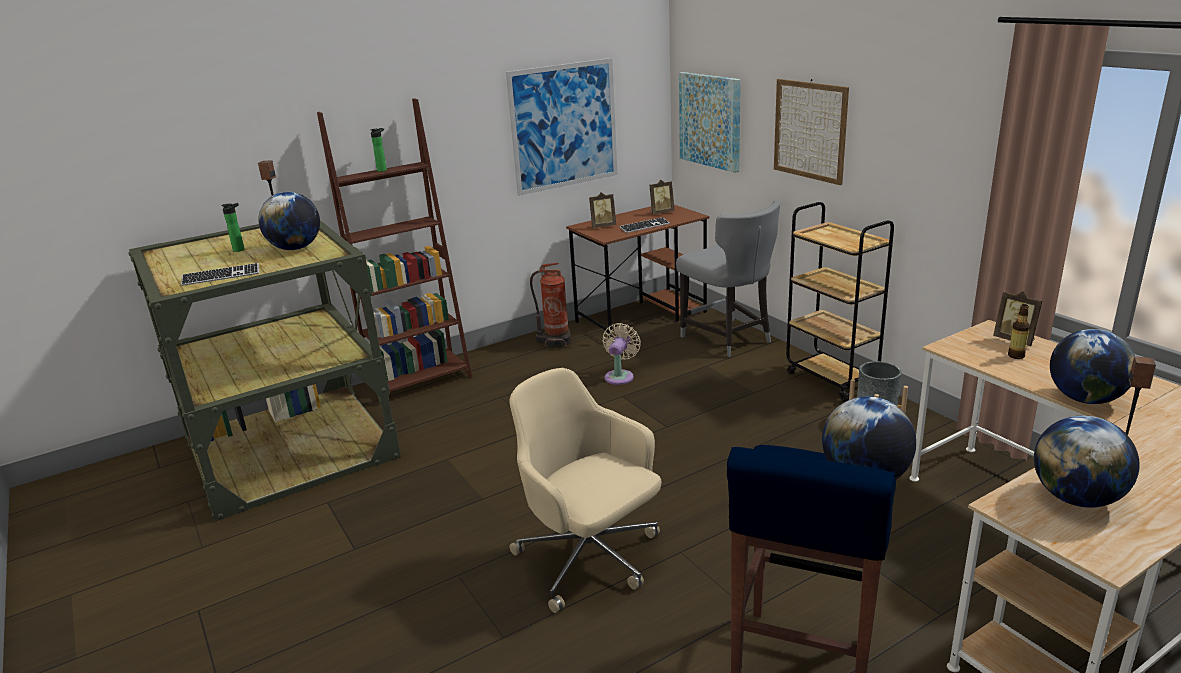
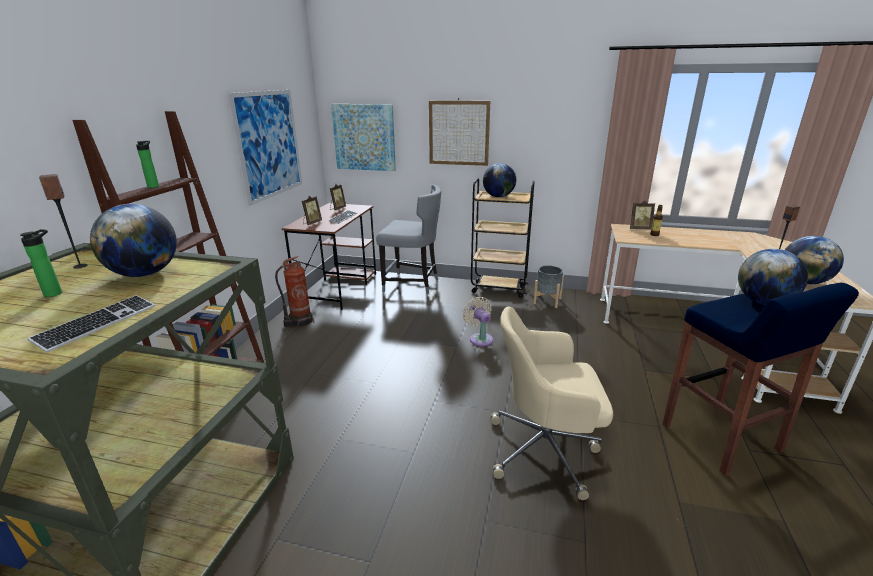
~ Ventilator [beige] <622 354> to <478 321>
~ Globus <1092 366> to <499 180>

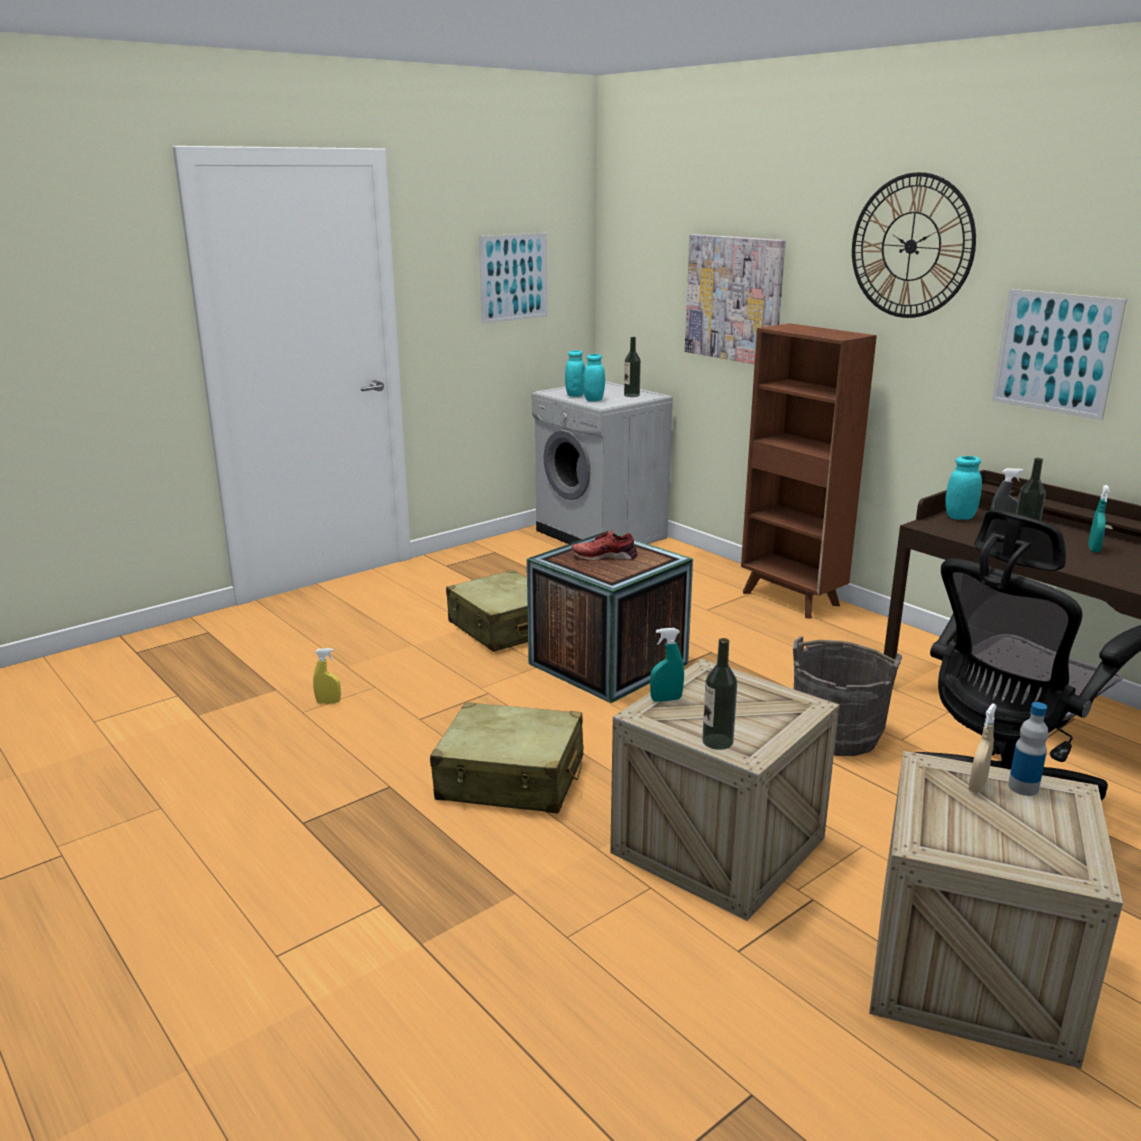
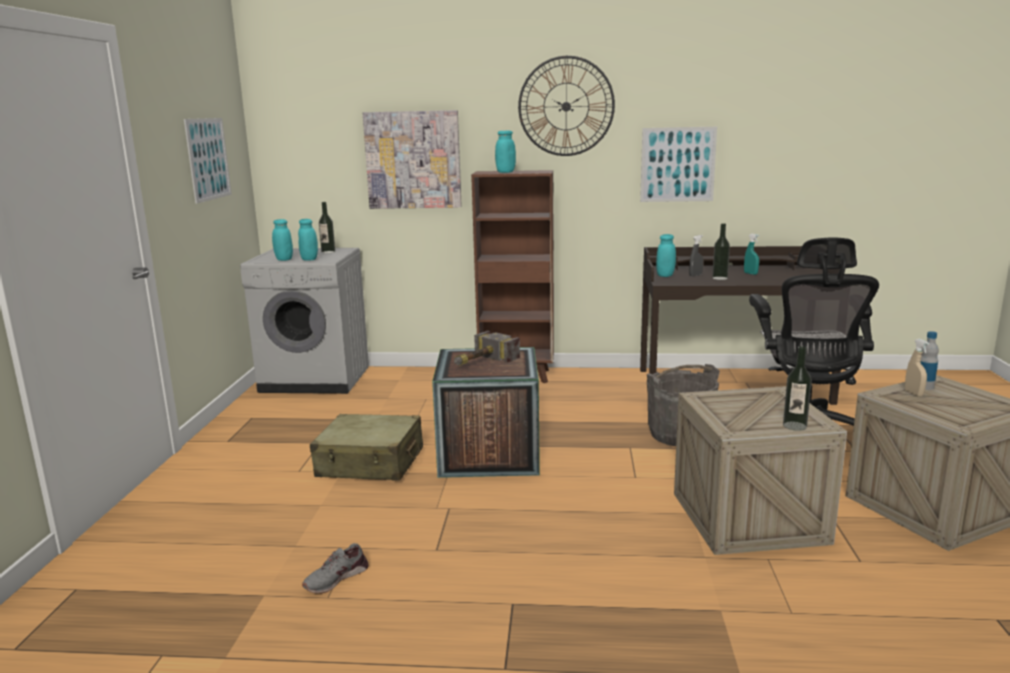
~ Sprühflasche [gelb] <327 676> to Schuh [grau] <335 568>
- Koffer [beige] <506 757>
~ Schuh [rot] <605 545> to Hammer <487 348>
- Sprühflasche [türkis] <667 665>
+ Vorratsglas [türkis] <505 152>

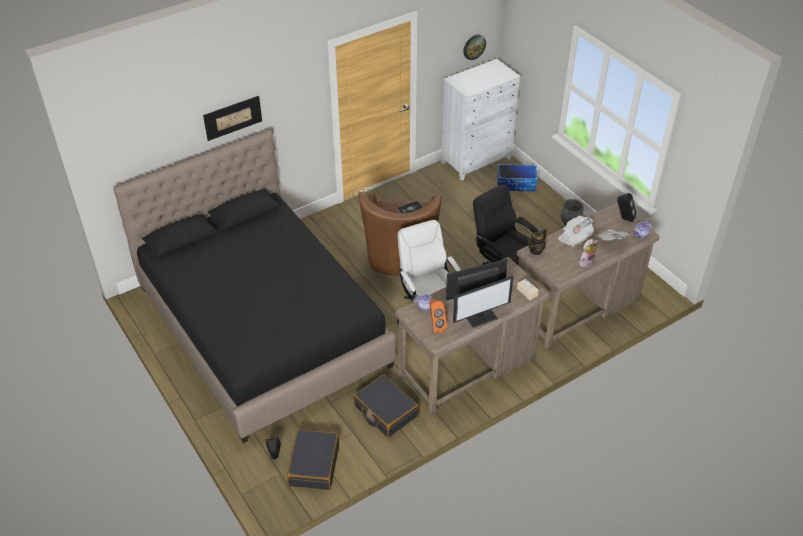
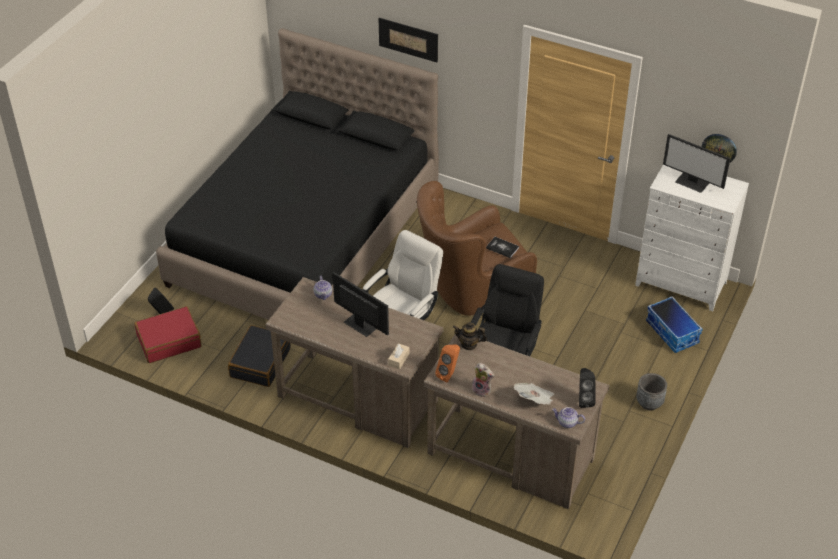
~ Koffer [schwarz] <313 459> to Koffer [rot] <167 334>
~ Lautsprecher [orange] <438 316> to <447 364>
~ Monitor <483 302> to <697 163>
- Zeitung <576 231>

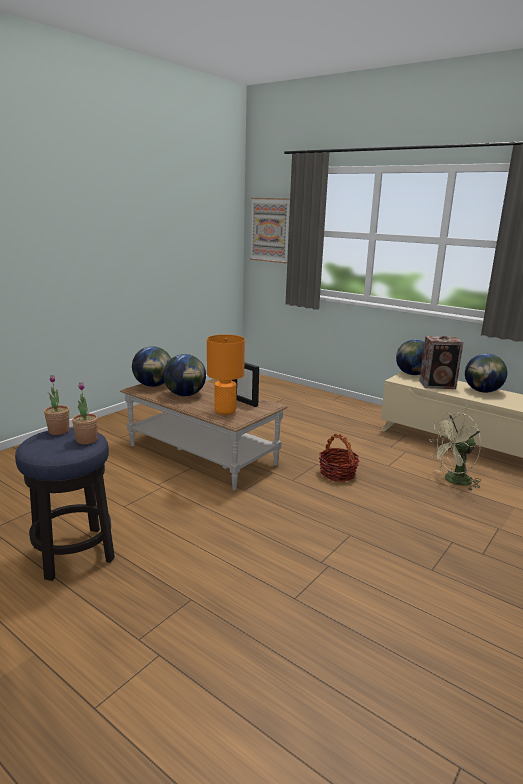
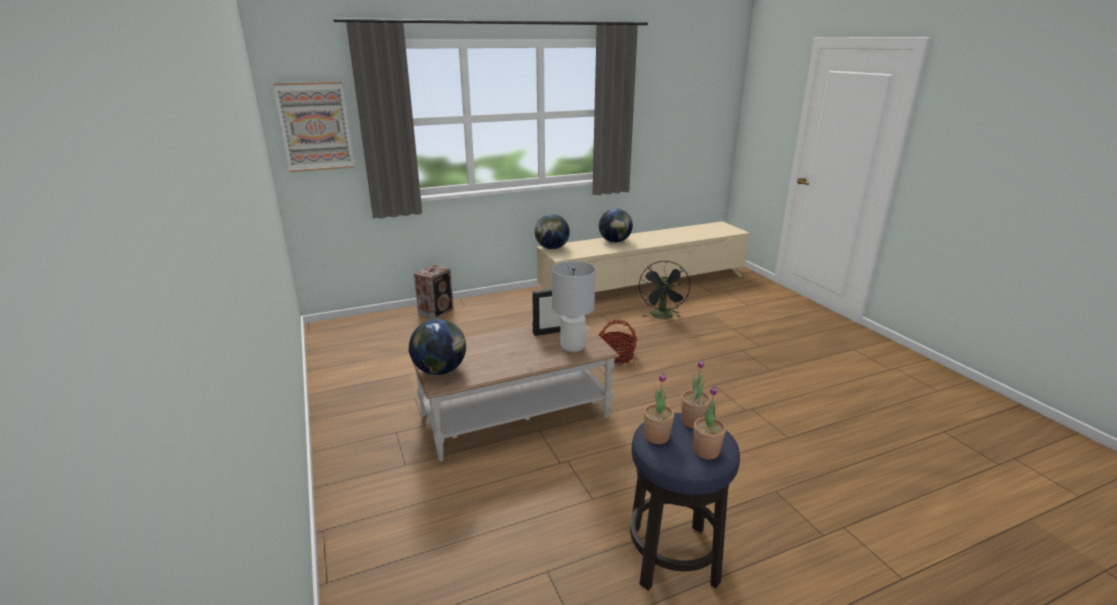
- Globus <184 375>
~ Tischlampe [orange] <226 375> to Tischlampe [grau] <574 306>
~ Lautsprecher <441 362> to <434 292>
~ Ventilator [beige] <455 452> to Ventilator [schwarz] <664 290>
+ Topfpflanze <710 422>

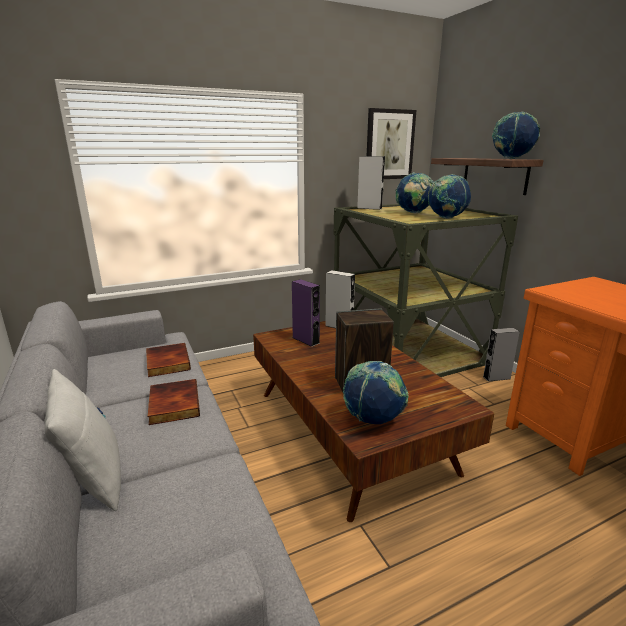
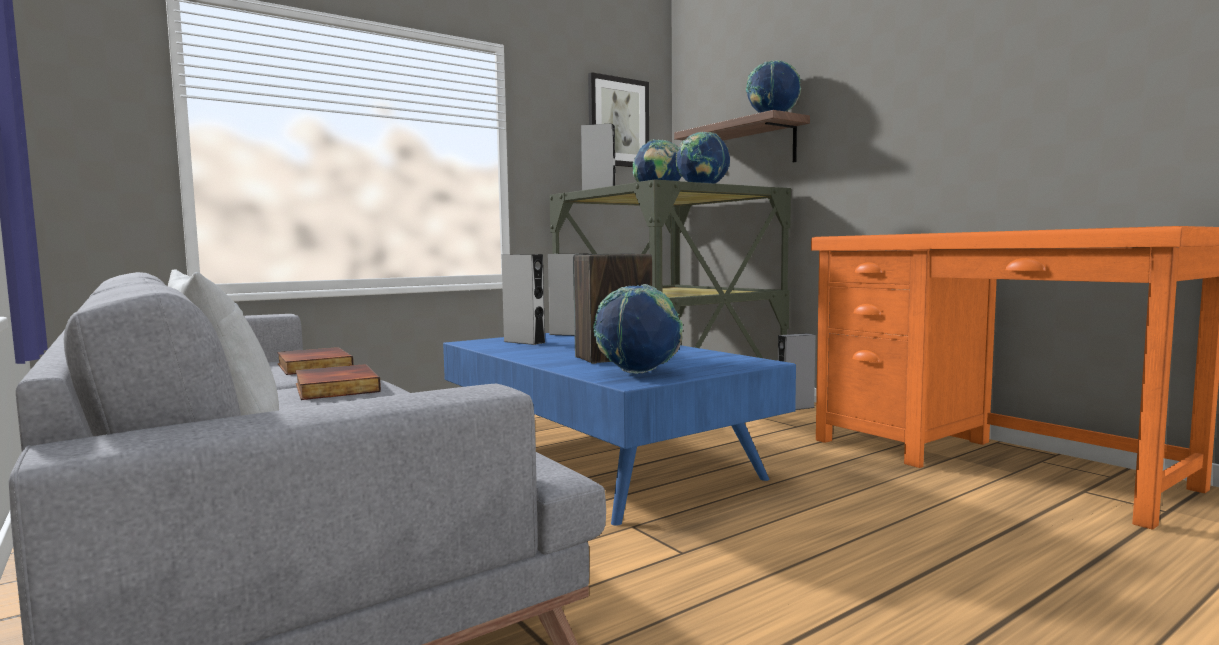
~ Couchtisch [braun] <373 421> to Couchtisch [blau] <619 429>
~ Lautsprecher [lila] <306 313> to Lautsprecher [grau] <523 299>

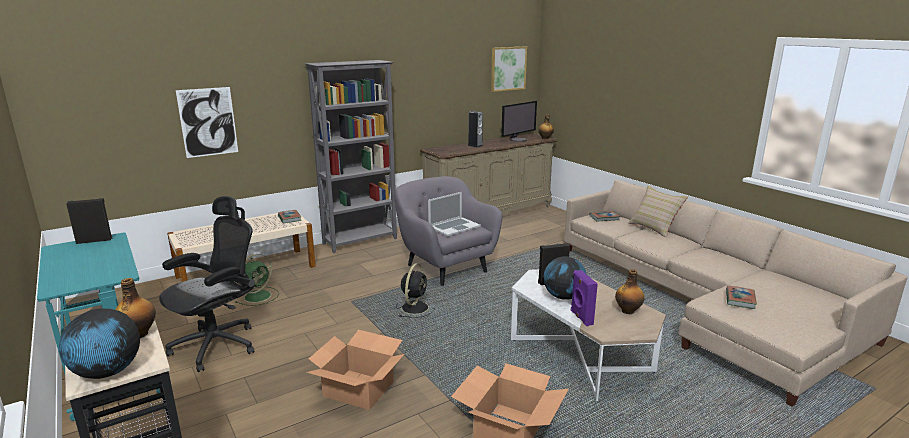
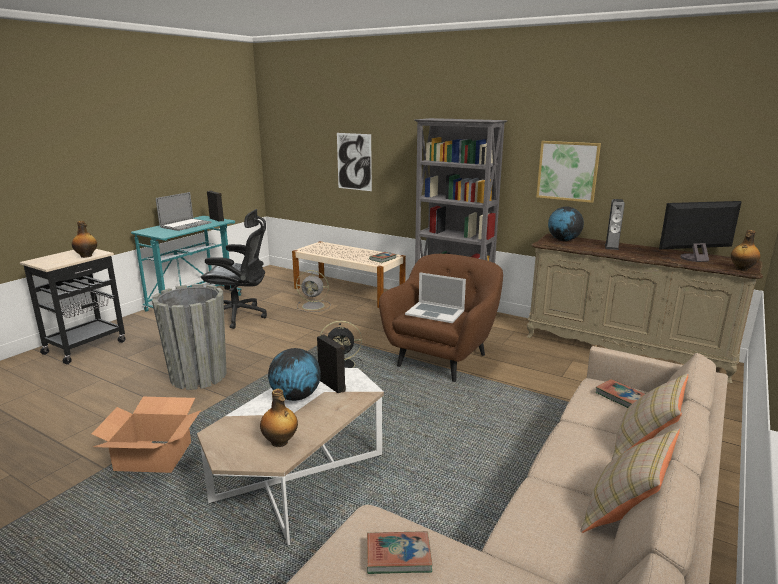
~ Globus <99 343> to <566 224>
~ Ventilator [grün] <257 280> to Ventilator [grau] <313 291>
~ Karton <355 370> to Pflanzkübel [grau] <189 337>
~ Sessel [grau] <448 231> to Sessel [braun] <441 318>
~ Bild <509 69> to <568 172>
~ Monitor <519 121> = <700 231> 150 degrees clockwise
- Lautsprecher [lila] <584 298>
+ Laptop <184 211>
+ Kissen [beige] <630 480>

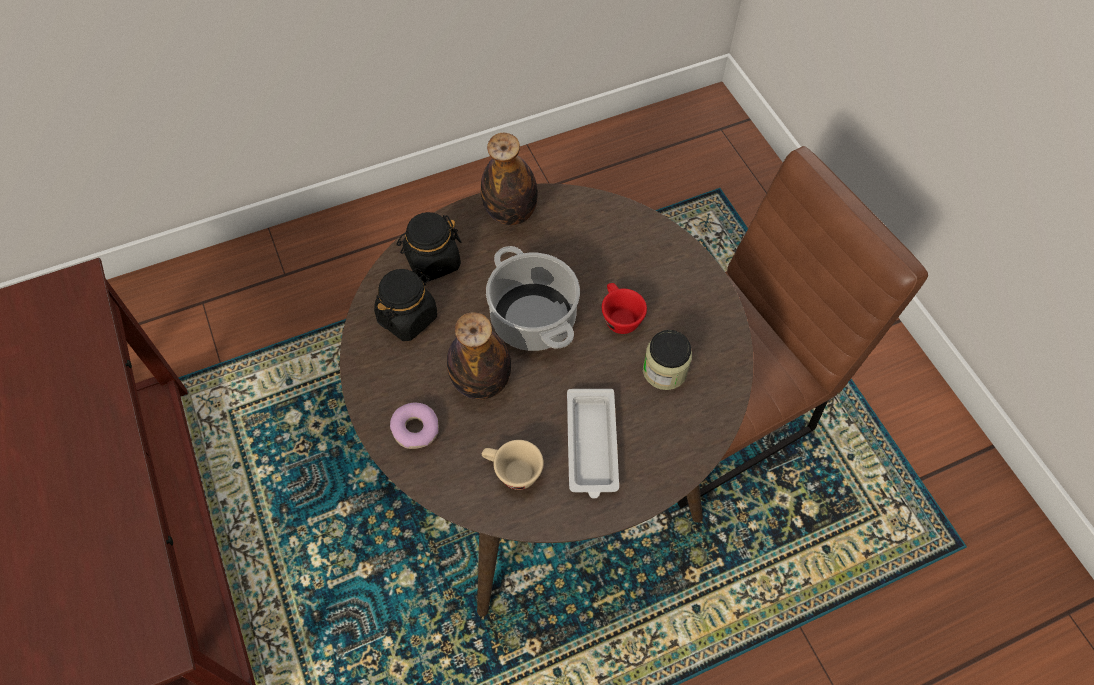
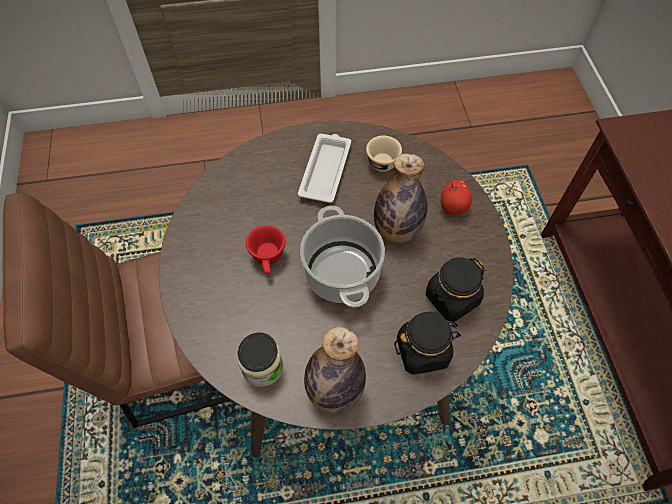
~ Donut <414 426> to Apfel <456 197>
~ Vorratsglas <667 360> to <260 359>

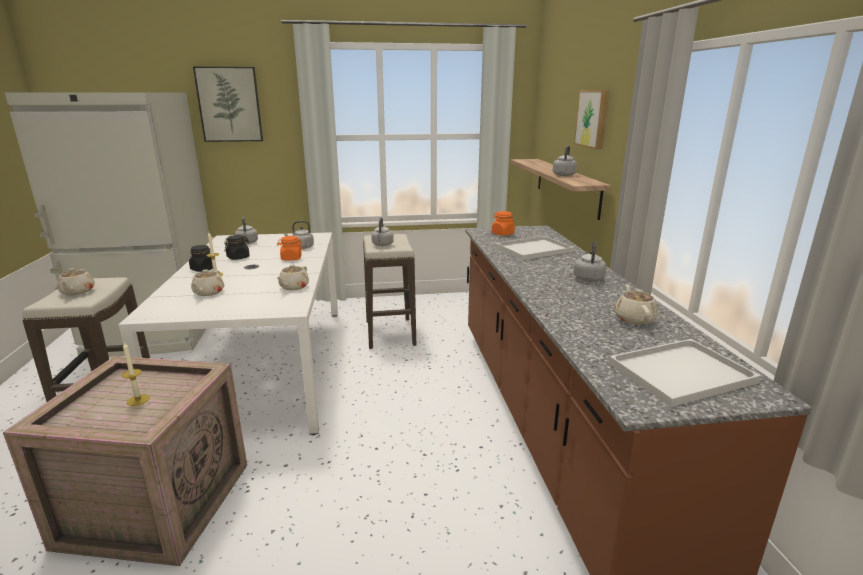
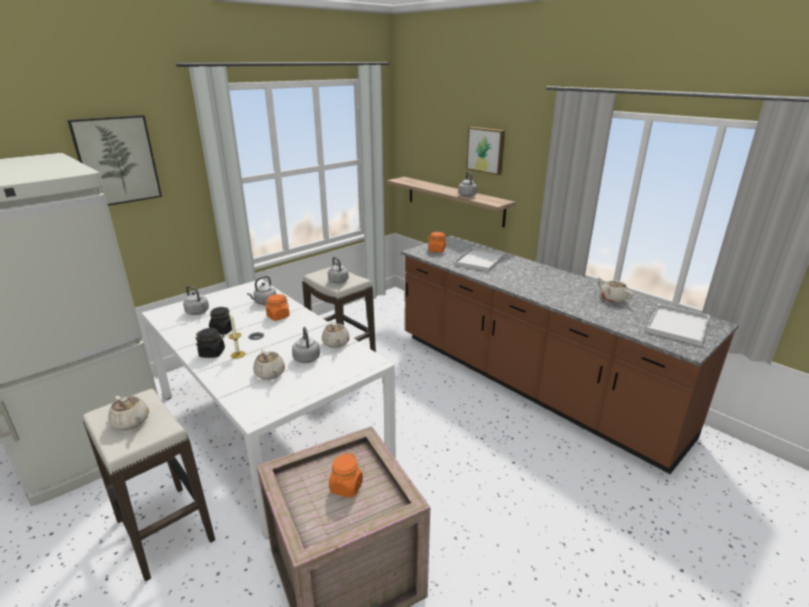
~ Kerze <136 374> to Vorratsglas [orange] <346 475>
~ Wasserkessel [grau] <590 261> to <306 345>

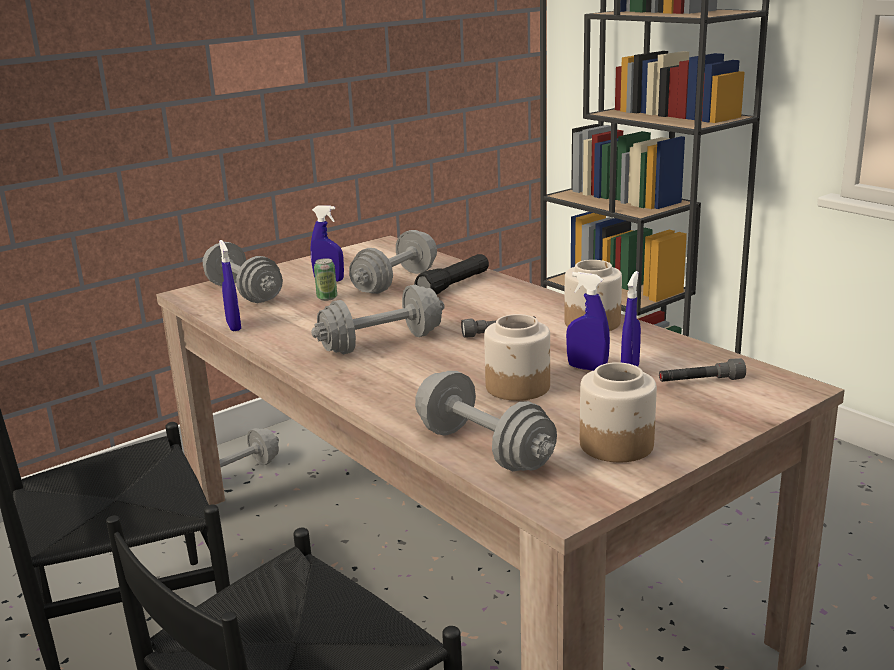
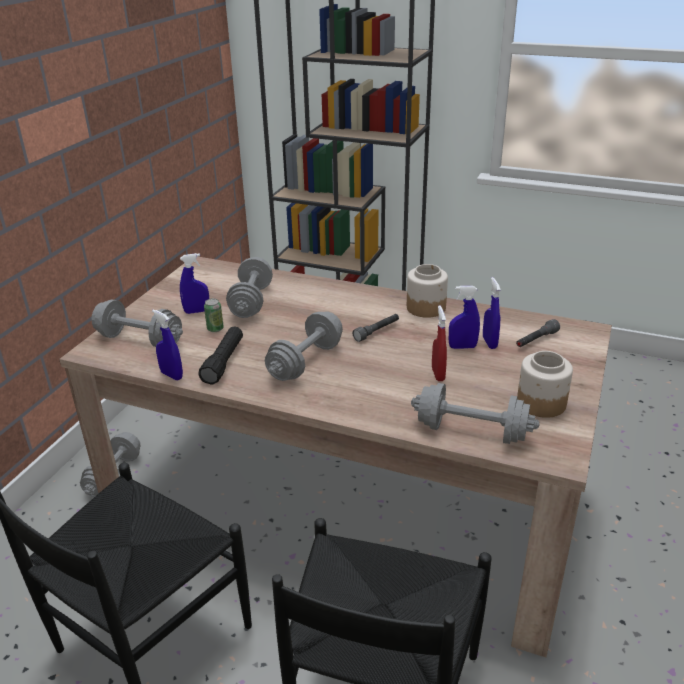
~ Taschenlampe [schwarz] <451 274> to <221 356>
~ Vorratsglas <517 357> to Sprühflasche [rot] <439 343>

